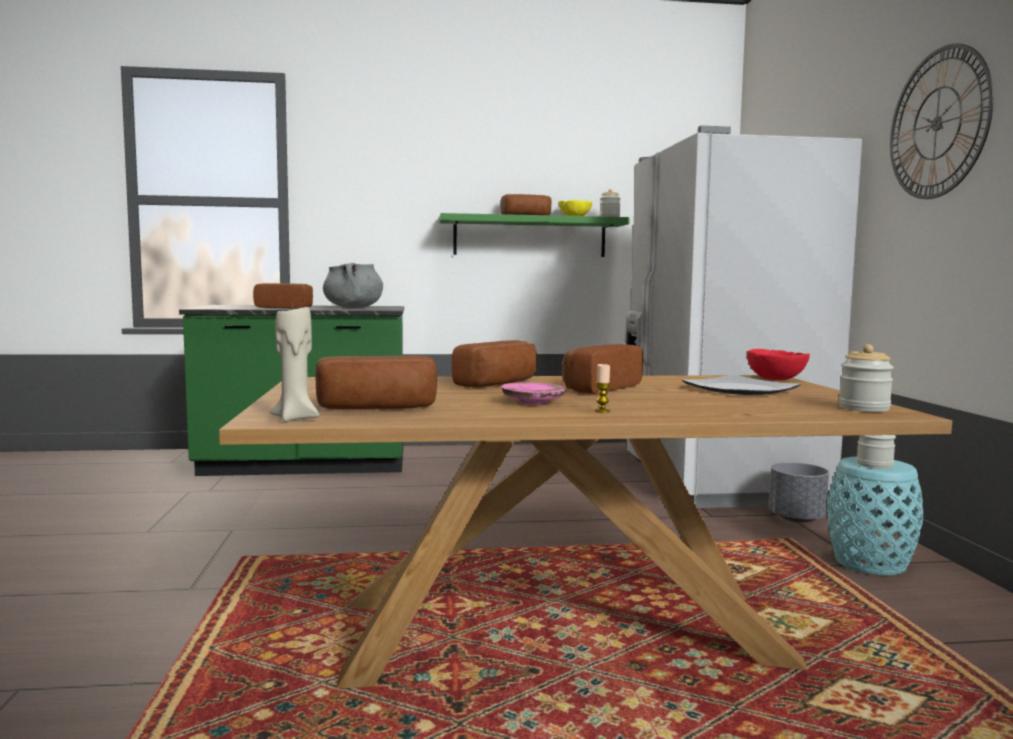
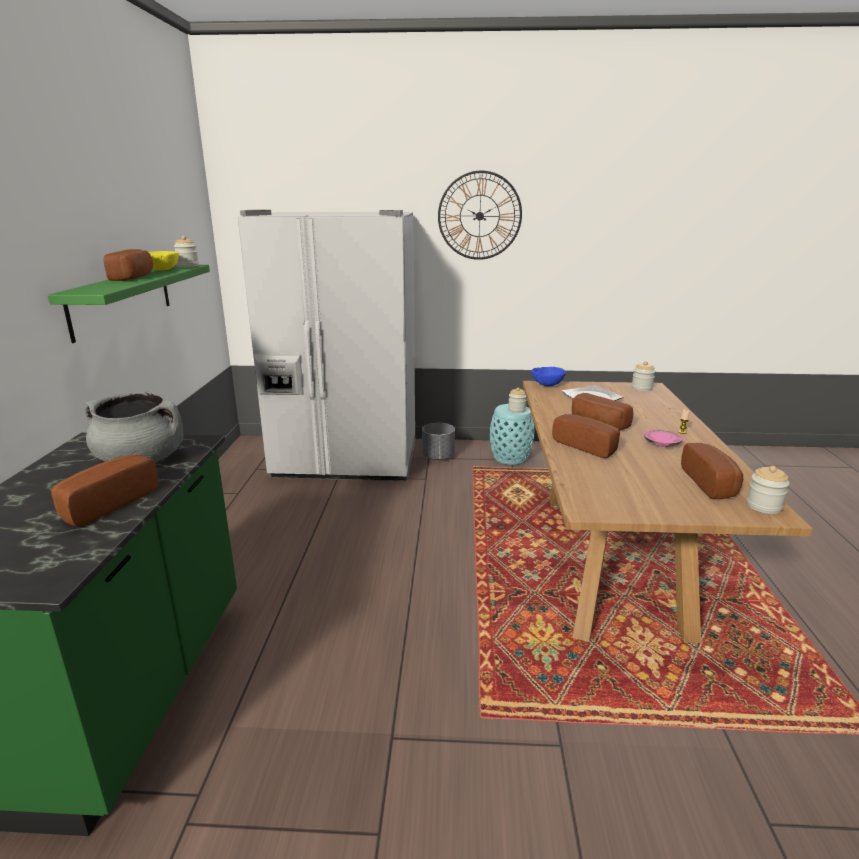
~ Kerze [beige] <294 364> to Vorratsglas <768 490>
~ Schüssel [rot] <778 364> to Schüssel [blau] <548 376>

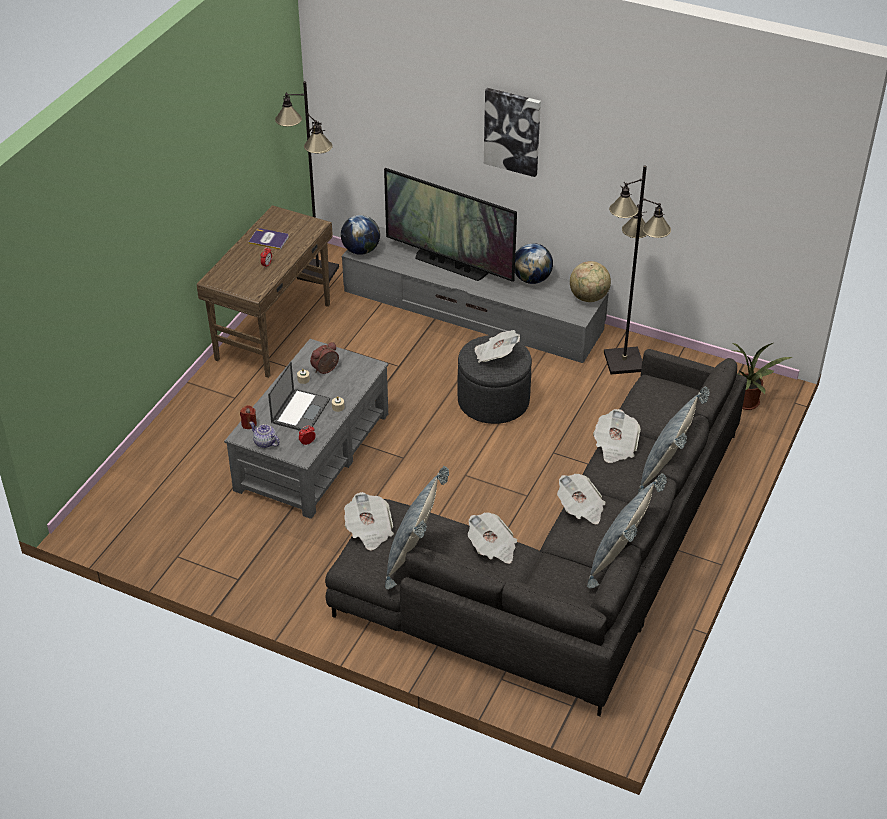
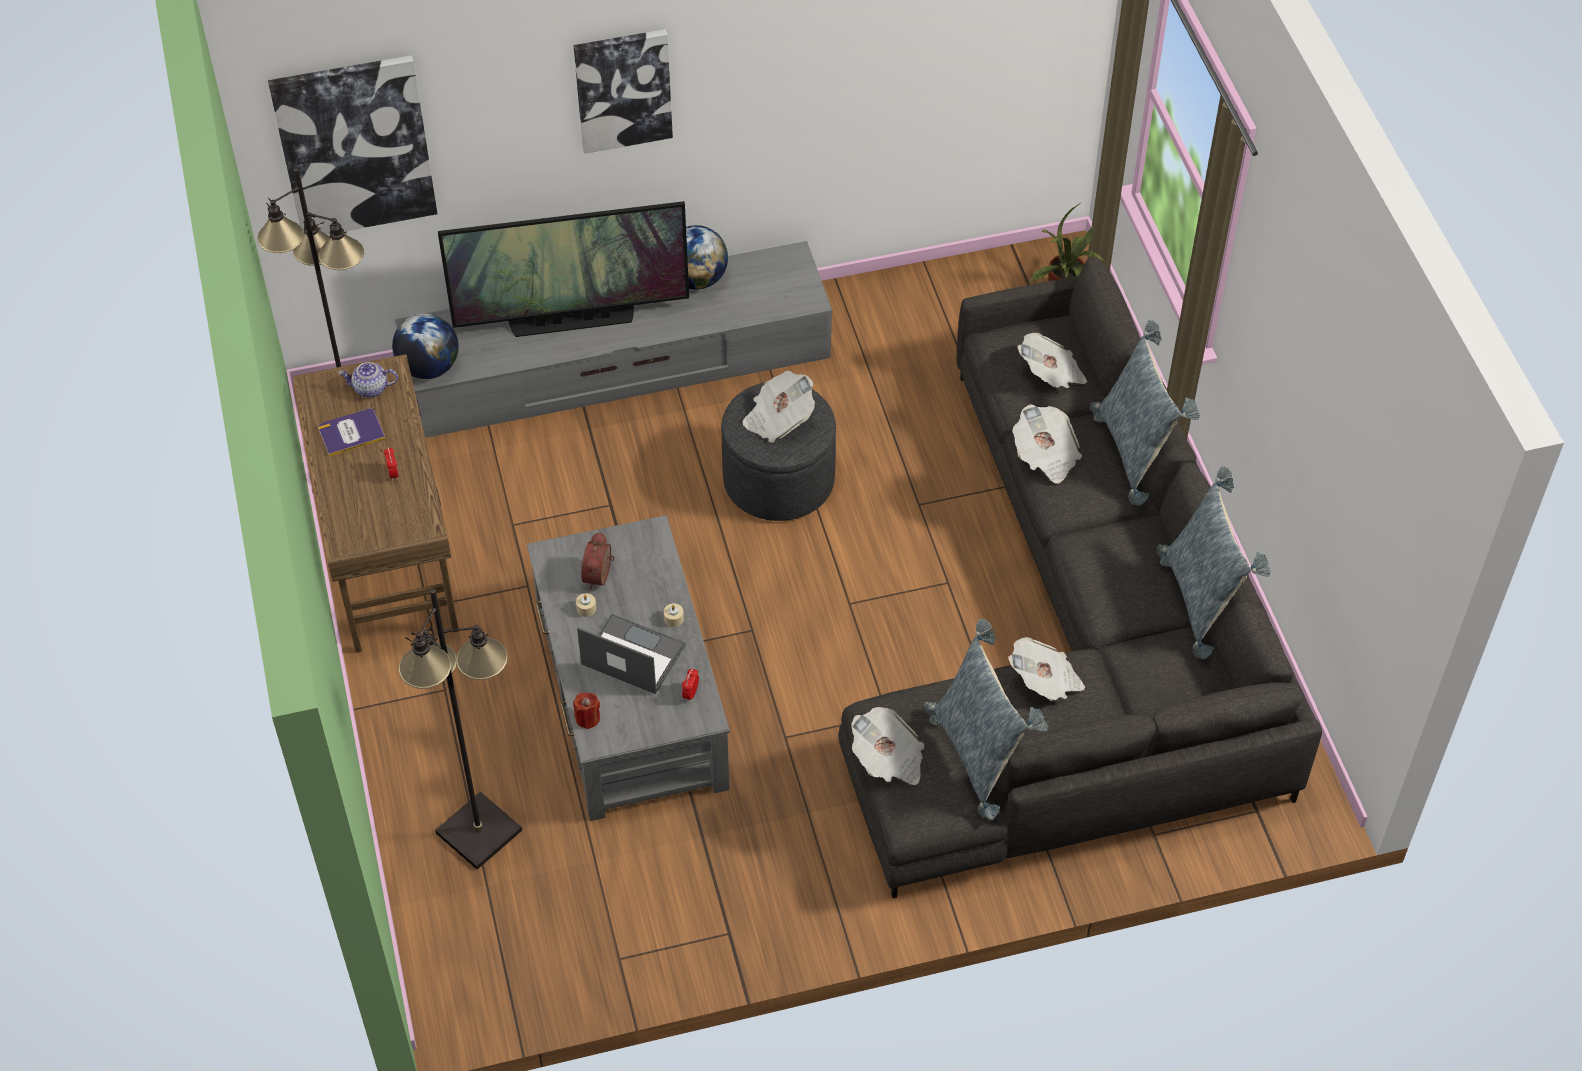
~ Teekanne <264 435> to <368 380>
~ Laptop <299 396> = <631 654> 45 degrees counterclockwise
~ Zeitung <581 499> to <1052 360>
- Globus <590 281>
~ Stehlampe [schwarz] <637 269> to <460 729>
+ Bild <352 144>

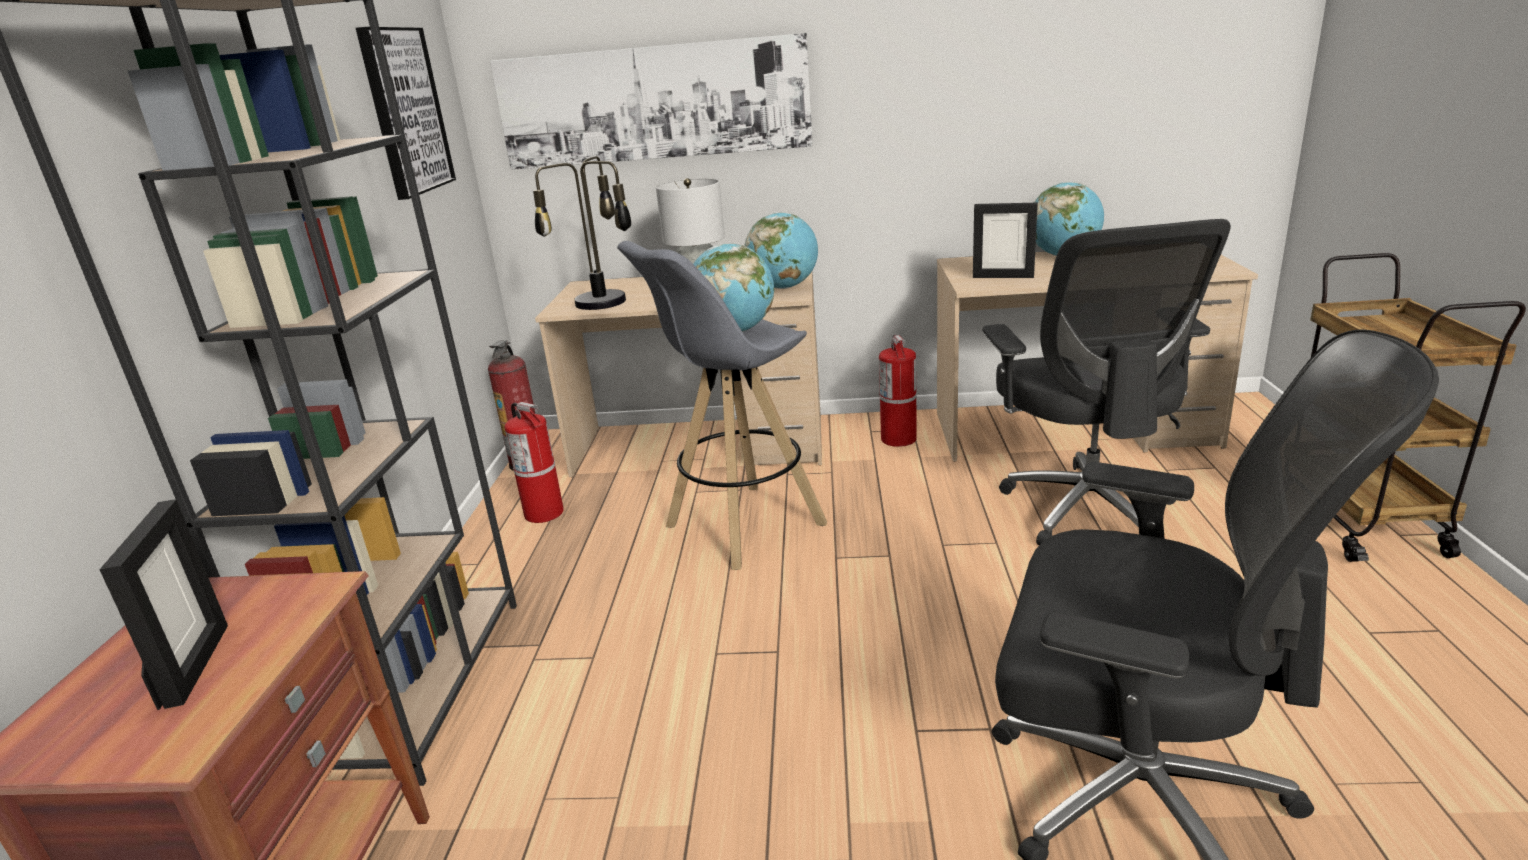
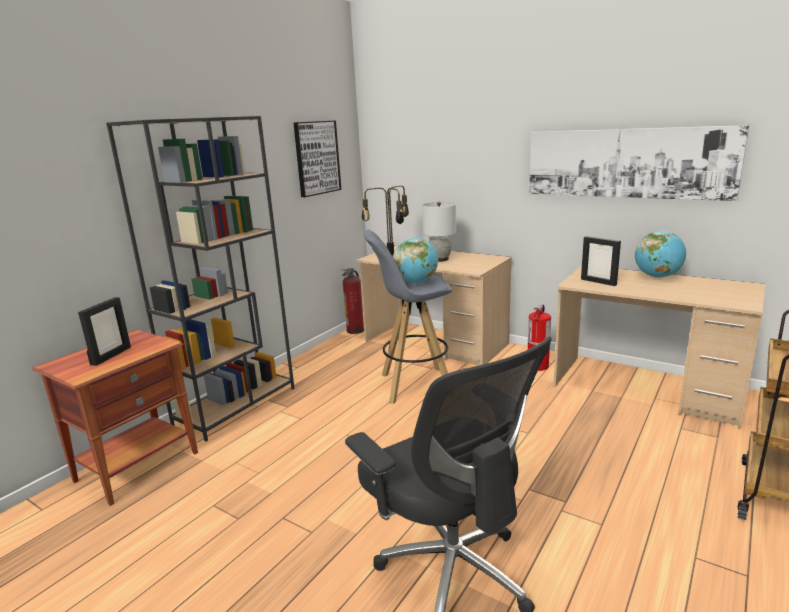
~ Bild <651 101> to <639 163>
- Feuerlöscher <534 462>
- Globus <781 251>
- Bürostuhl <1106 382>

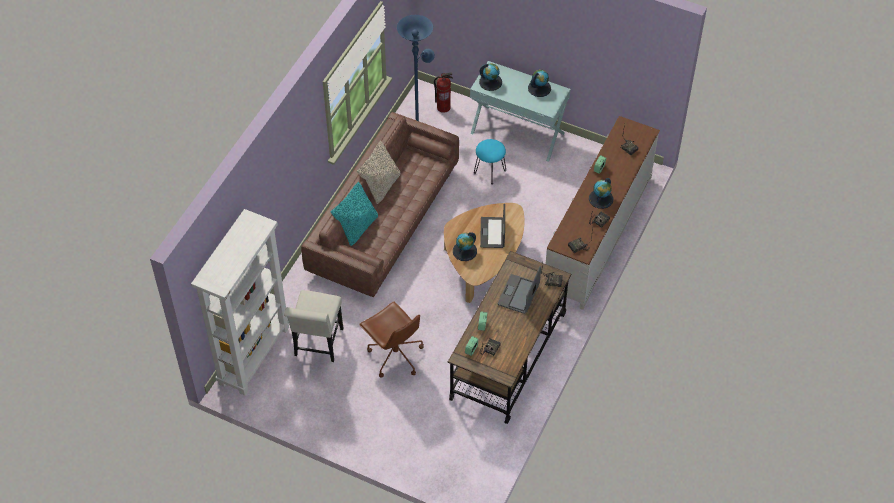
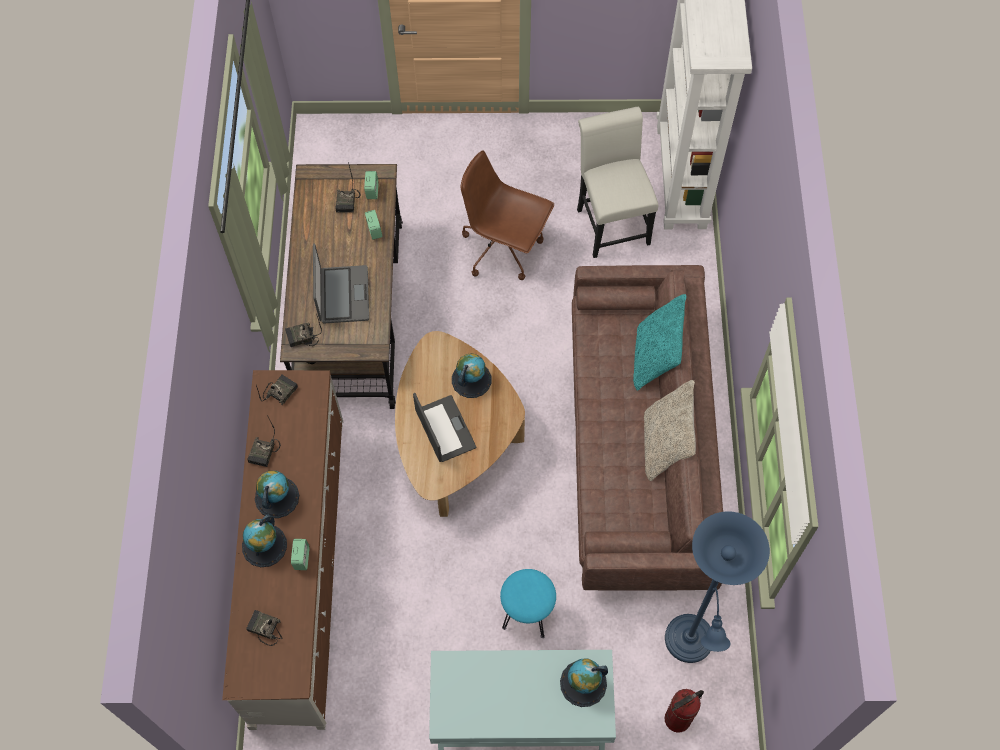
~ Globus <539 83> to <264 540>

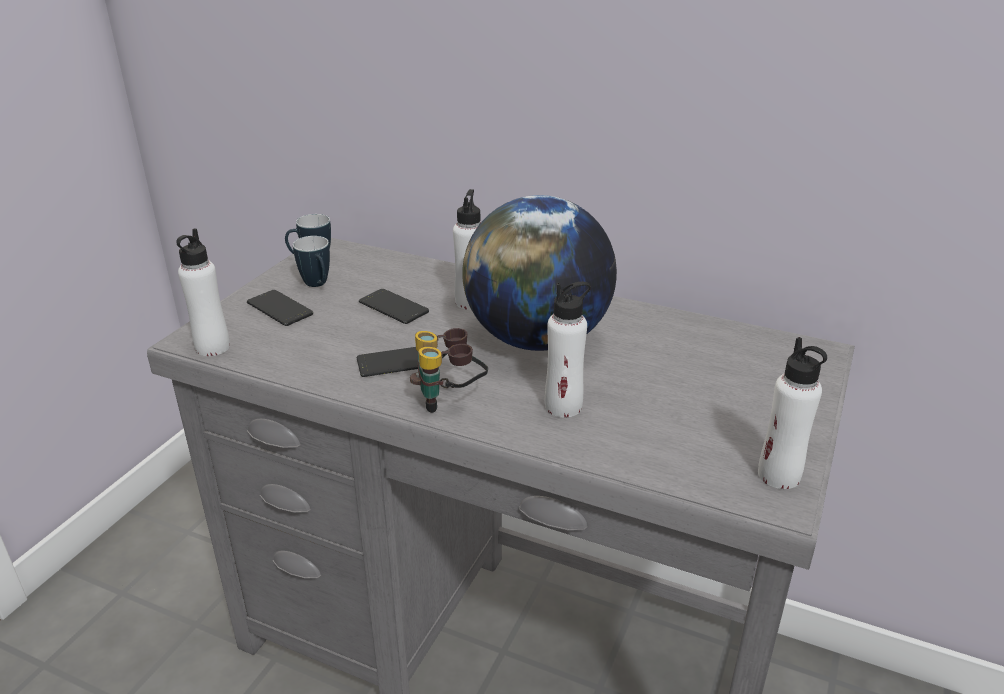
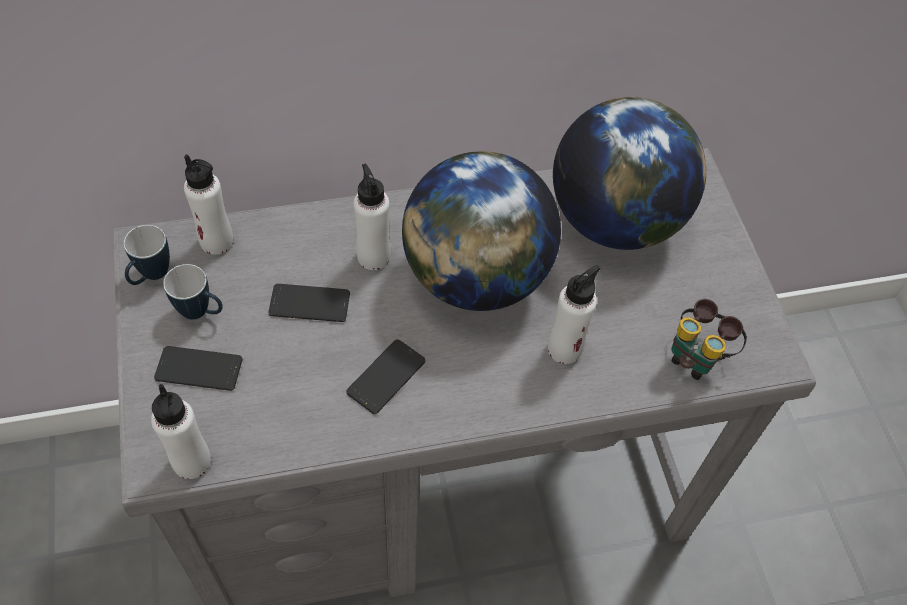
~ Fernglas <449 370> to <709 339>
~ Flasche [weiß] <792 413> to <208 204>
+ Globus <629 173>

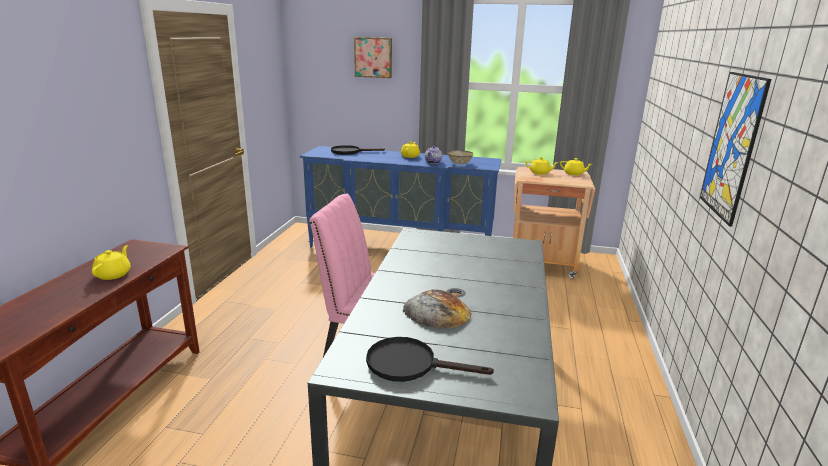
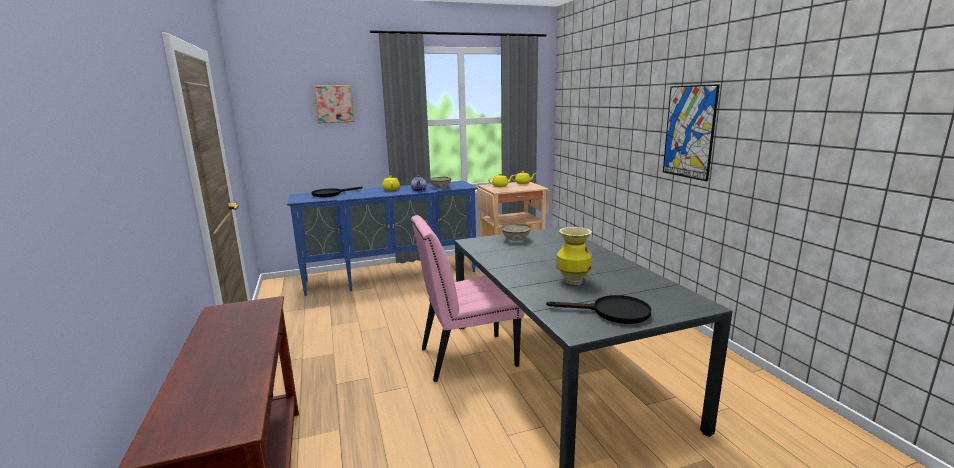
- Teekanne [gelb] <111 262>
~ Pfanne [schwarz] <430 359> = <598 309> 150 degrees counterclockwise
~ Brot <437 308> to Vase <574 256>
+ Schüssel <516 232>

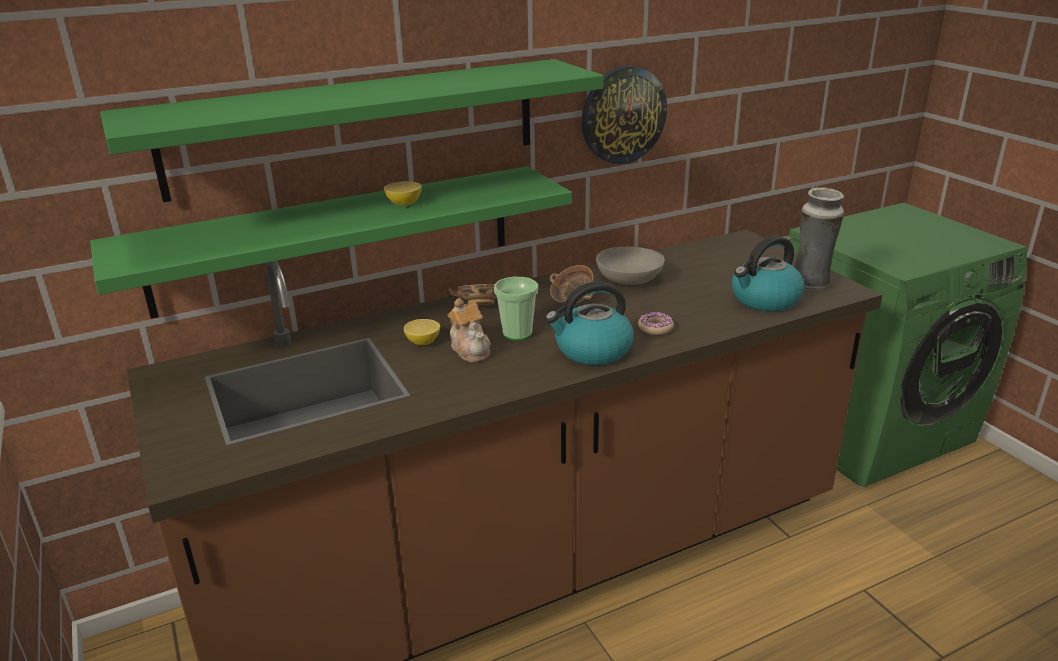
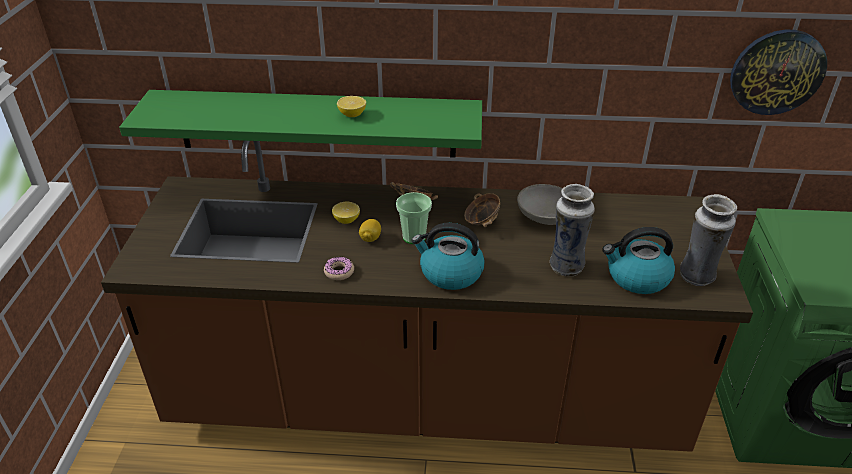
- Wandregal [grün] <352 130>
~ Teekanne <469 330> to Zitrone <370 230>
~ Wanduhr <624 115> to <778 72>
~ Donut <656 323> to <339 268>
+ Vase <572 230>

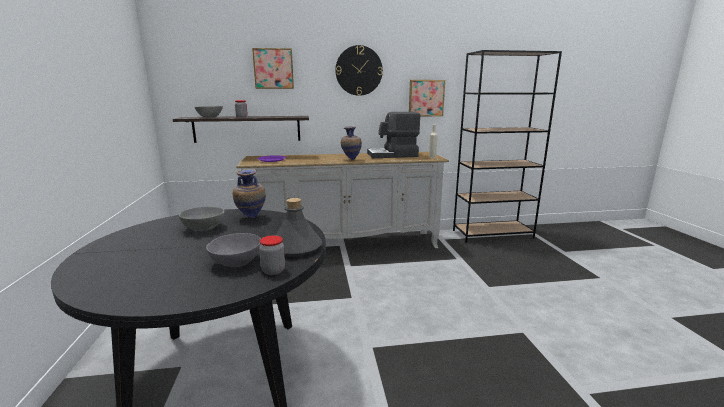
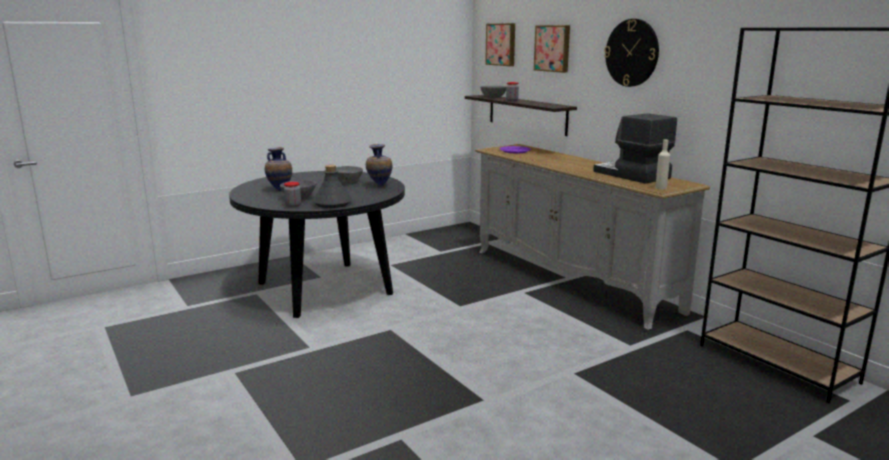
~ Vase <351 143> to <278 169>
~ Bild <427 98> to <500 44>

